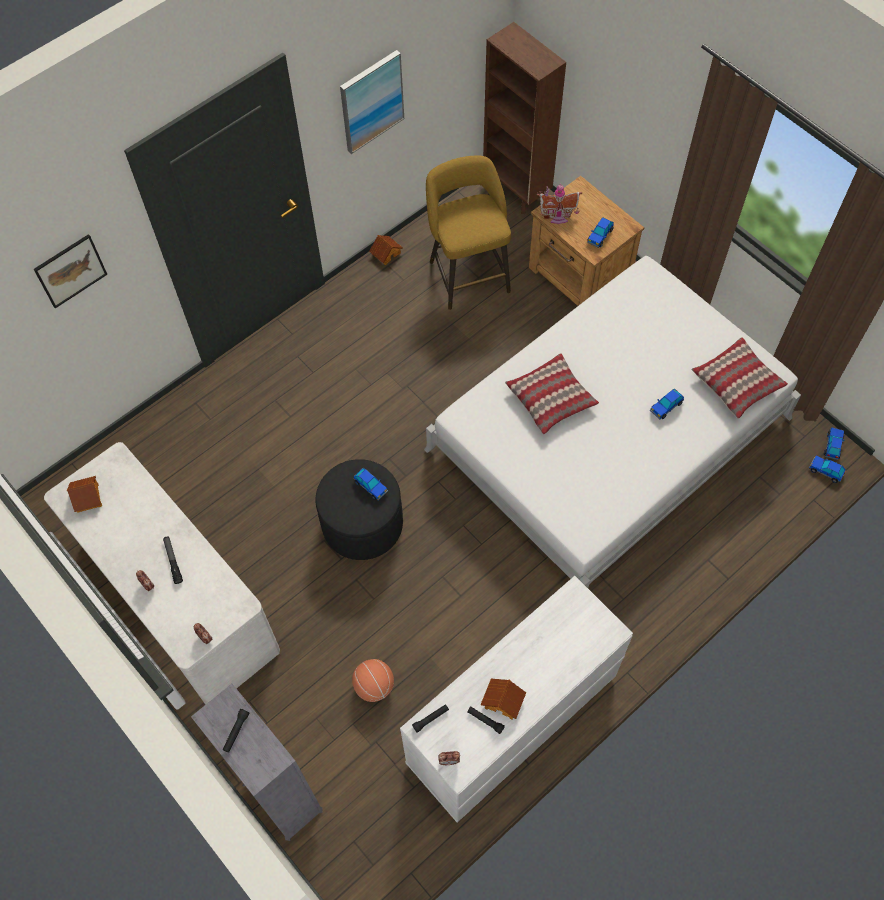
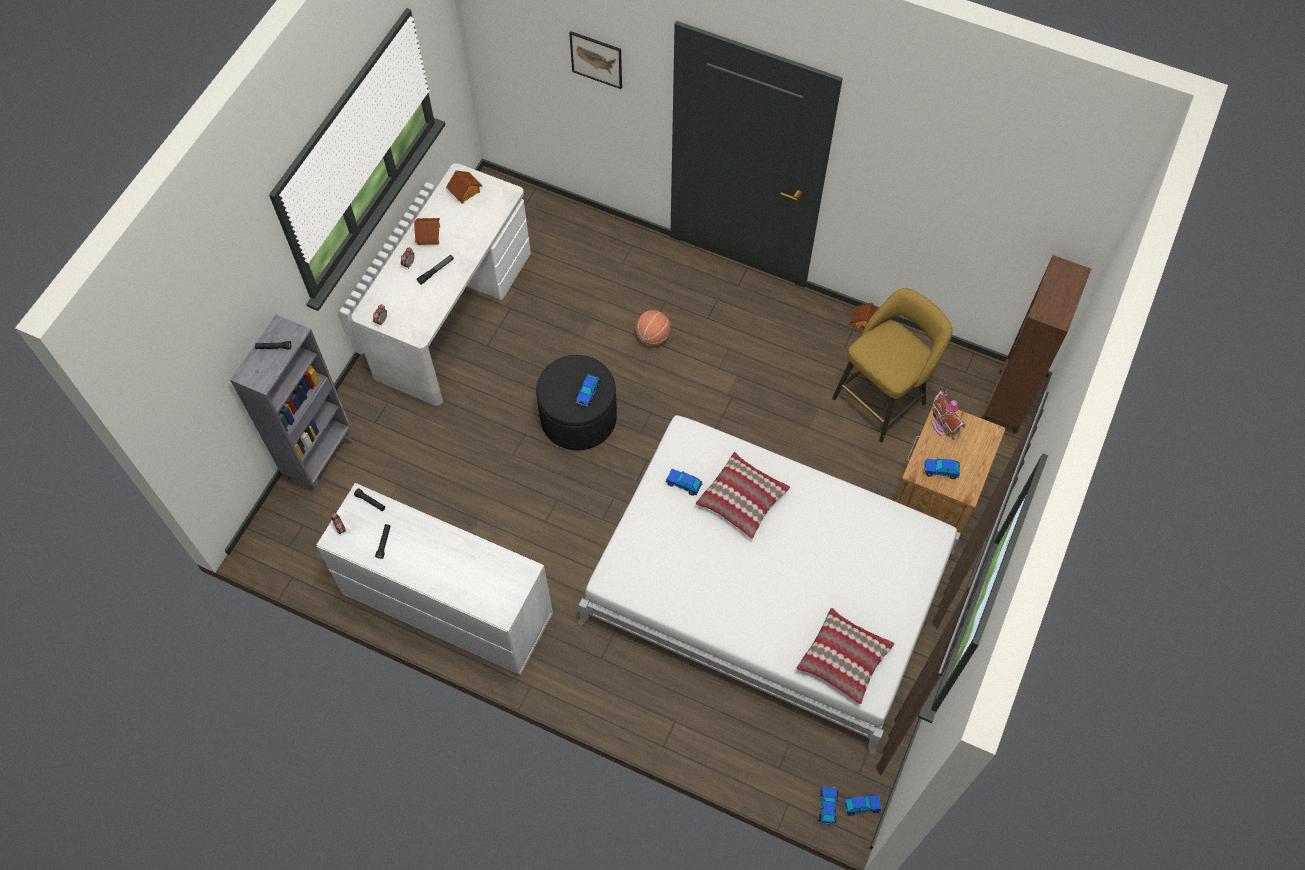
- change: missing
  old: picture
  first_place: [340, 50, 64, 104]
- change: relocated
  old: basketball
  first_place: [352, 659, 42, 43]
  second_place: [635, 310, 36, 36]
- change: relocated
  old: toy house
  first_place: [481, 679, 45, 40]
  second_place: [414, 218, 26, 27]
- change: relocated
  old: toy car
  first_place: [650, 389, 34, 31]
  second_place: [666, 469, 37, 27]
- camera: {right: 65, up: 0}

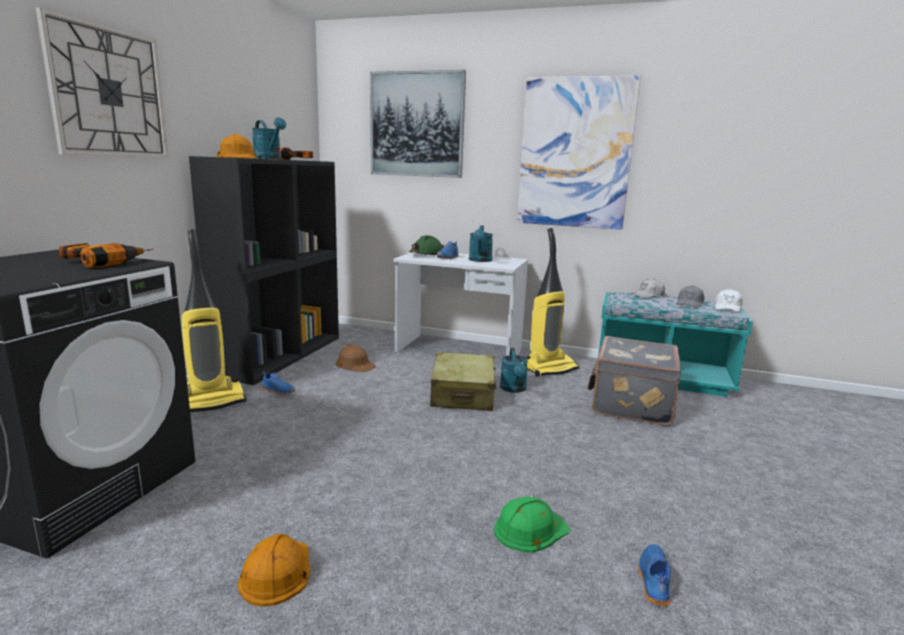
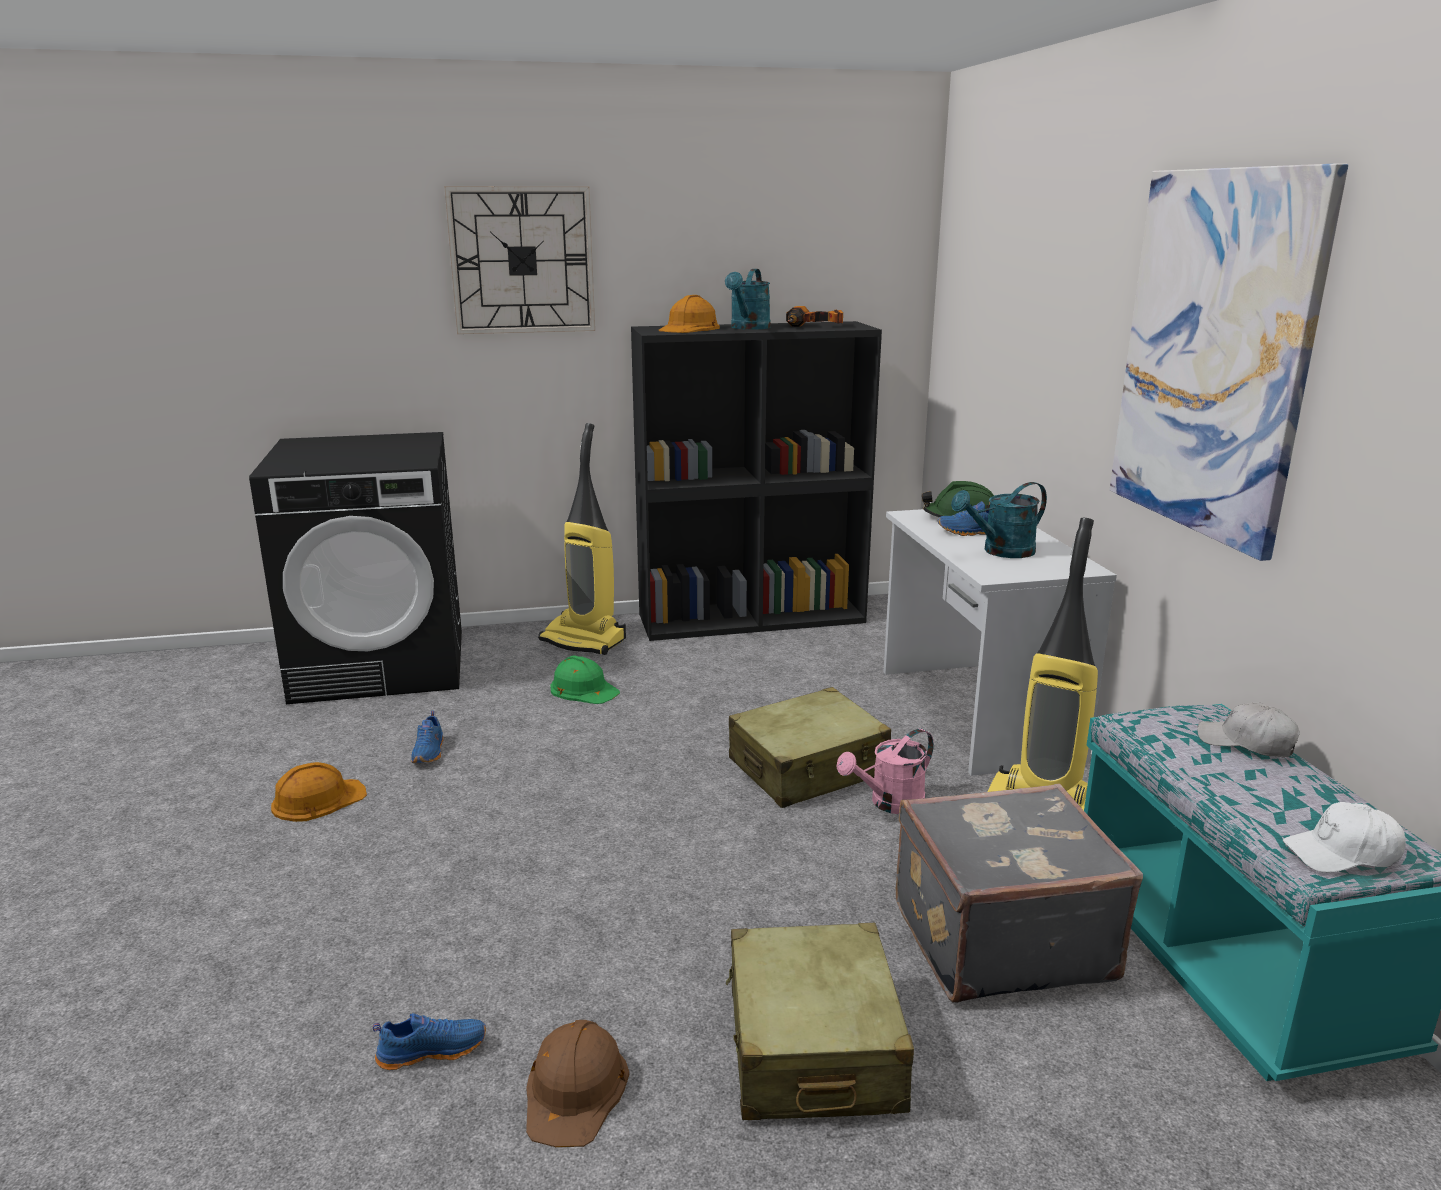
- change: missing
  old: power drill
  first_place: [59, 243, 95, 25]
- change: relocated
  old: blue shoe
  first_place: [261, 371, 34, 25]
  second_place: [411, 711, 33, 52]
- change: relocated
  old: brown hard hat
  first_place: [336, 344, 40, 28]
  second_place: [526, 1020, 103, 127]
- change: missing
  old: picture
  first_place: [370, 70, 96, 108]
- change: relocated
  old: green hard hat
  first_place: [494, 497, 76, 56]
  second_place: [550, 655, 70, 49]
- change: colour
  old: turquoise watering can
  new: pink watering can
  first_place: [500, 348, 28, 45]
  second_place: [836, 729, 98, 85]
- change: missing
  old: grey cap
  first_place: [676, 285, 28, 23]
- change: appeared
  new: beige suitcase
  second_place: [726, 923, 188, 197]
- camera: {right: 60, up: 5}

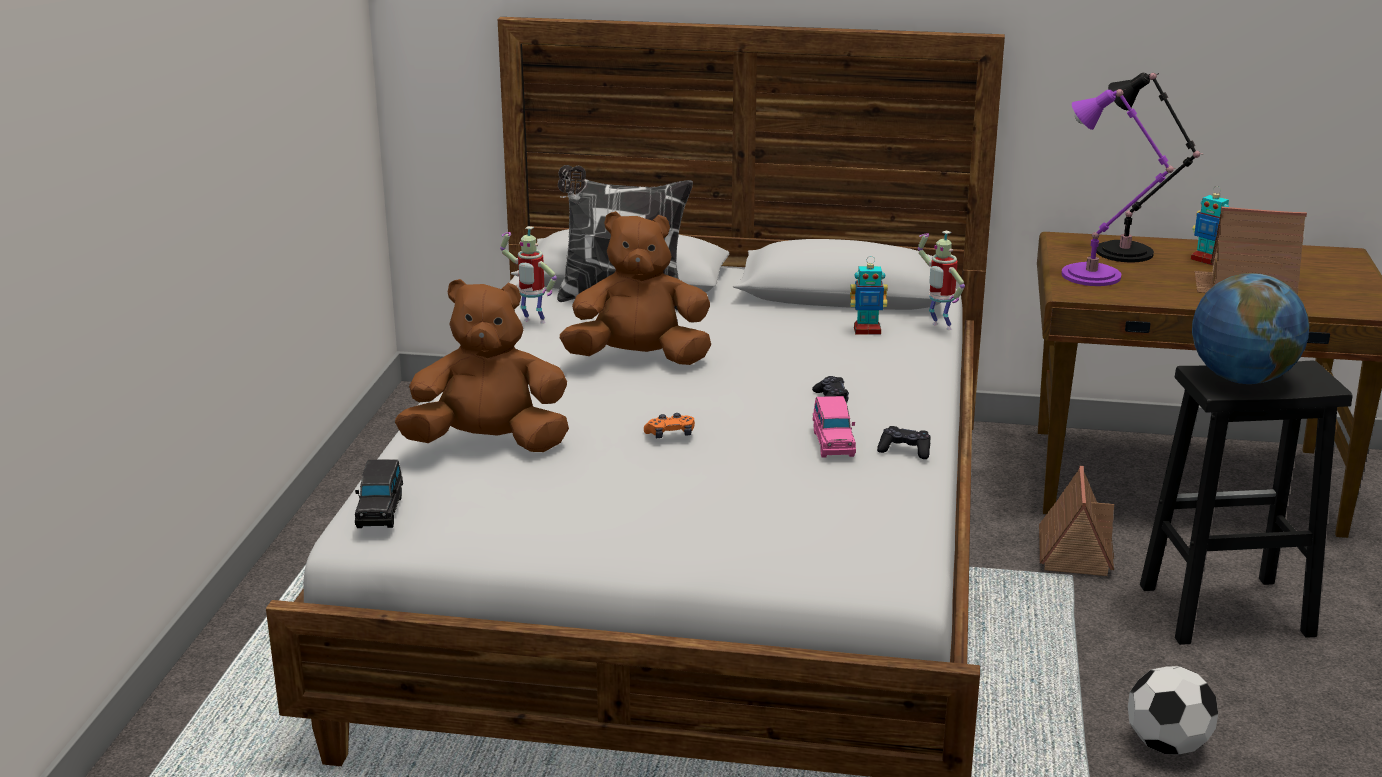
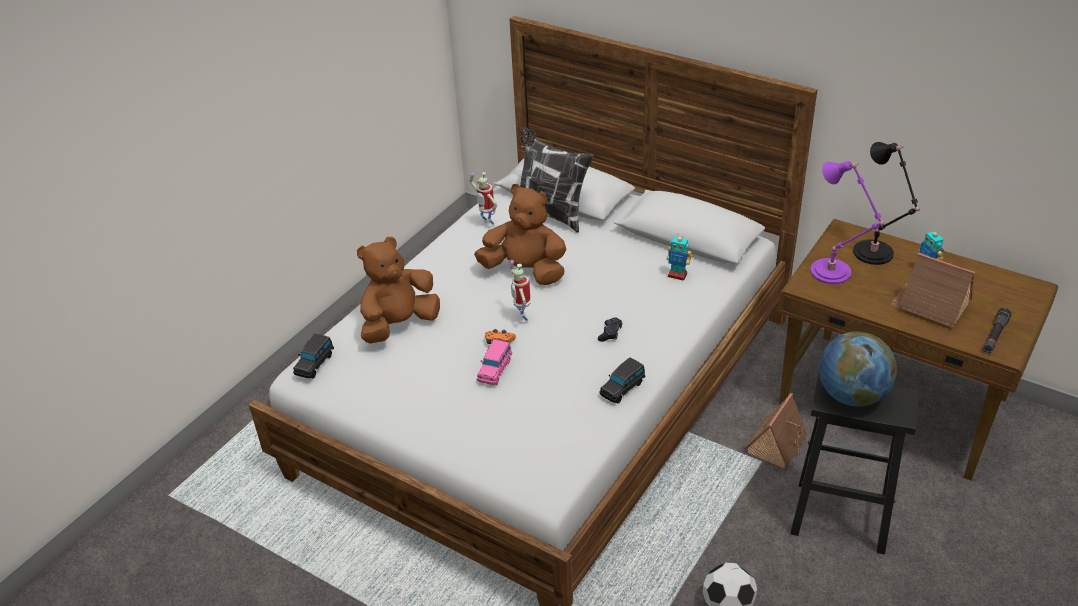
- change: spun
  old: brown plush toy
  first_place: [395, 279, 174, 173]
  second_place: [357, 237, 83, 107]
  degrees: -60
- change: relocated
  old: pink toy car
  first_place: [813, 396, 43, 62]
  second_place: [477, 339, 35, 46]
- change: exchanged
  old: black game controller
  new: black toy car
  first_place: [877, 426, 54, 33]
  second_place: [600, 357, 46, 46]
- change: relocated
  old: toy robot
  first_place: [918, 231, 47, 99]
  second_place: [508, 260, 22, 63]
- change: appeared
  new: black flashlight
  second_place: [983, 307, 29, 46]
- camera: {right: 25, up: 15}

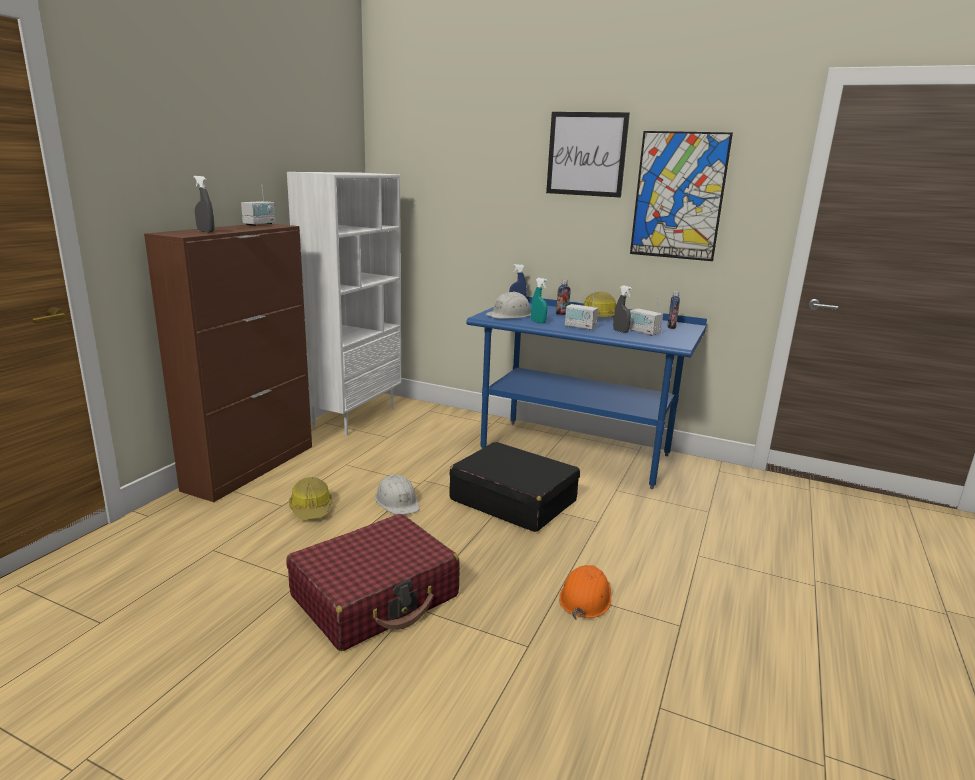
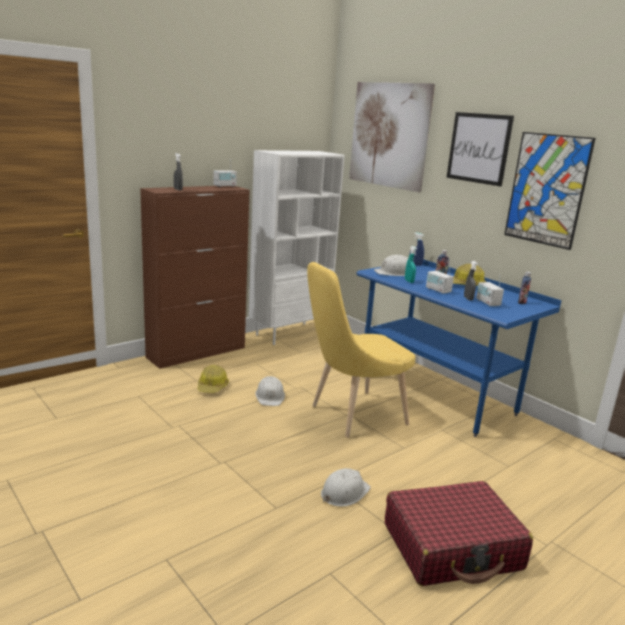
- change: relocated
  old: red suitcase
  first_place: [287, 514, 173, 137]
  second_place: [385, 481, 148, 105]
- change: exchanged
  old: black suitcase
  new: yellow chair
  first_place: [449, 442, 131, 90]
  second_place: [307, 262, 109, 176]
- change: colour
  old: orange hard hat
  new: white hard hat
  first_place: [559, 565, 52, 55]
  second_place: [321, 468, 49, 39]
- change: appeared
  new: picture
  second_place: [349, 82, 86, 110]
- camera: {right: 25, up: 0}

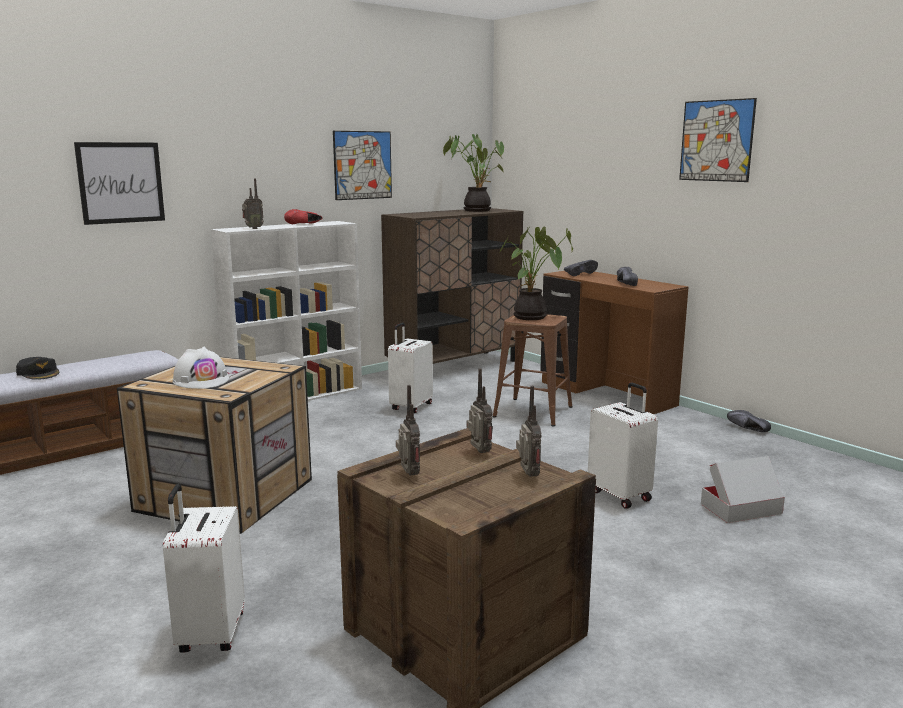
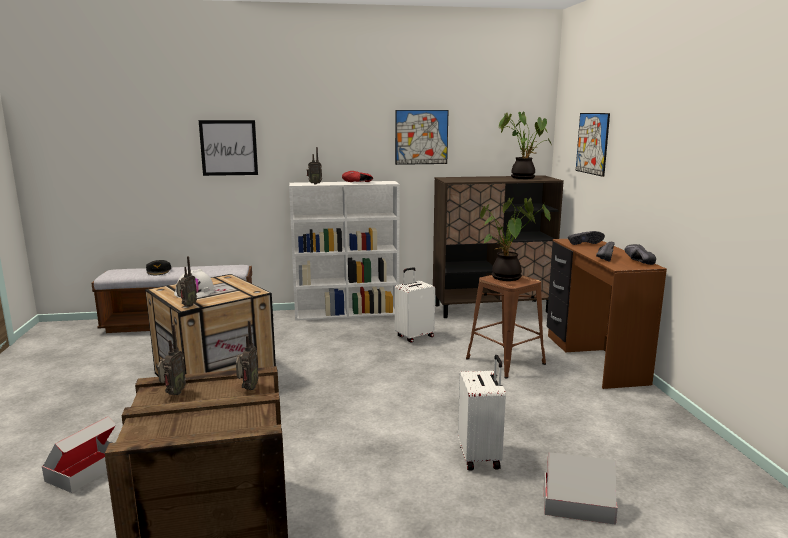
- change: exchanged
  old: white suitcase
  new: cardboard box
  first_place: [163, 484, 82, 169]
  second_place: [42, 416, 73, 77]
- change: relocated
  old: radio
  first_place: [516, 386, 25, 91]
  second_place: [176, 256, 21, 51]
- change: relocated
  old: picture
  first_place: [679, 98, 78, 84]
  second_place: [576, 113, 34, 64]
- change: relocated
  old: black shoe
  first_place: [727, 410, 44, 22]
  second_place: [625, 244, 31, 21]
- camera: {right: 30, up: 0}

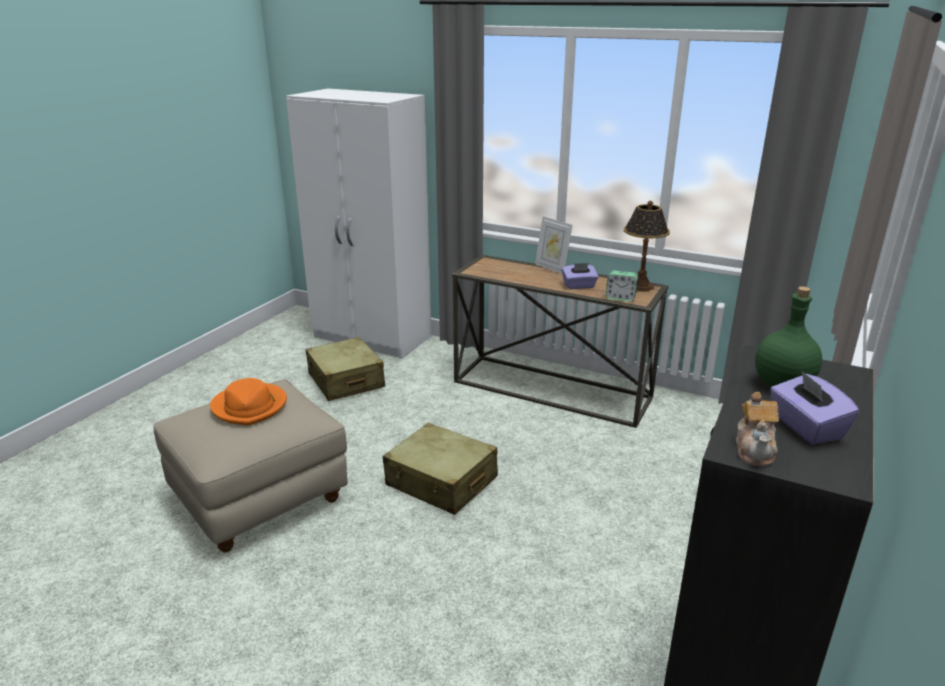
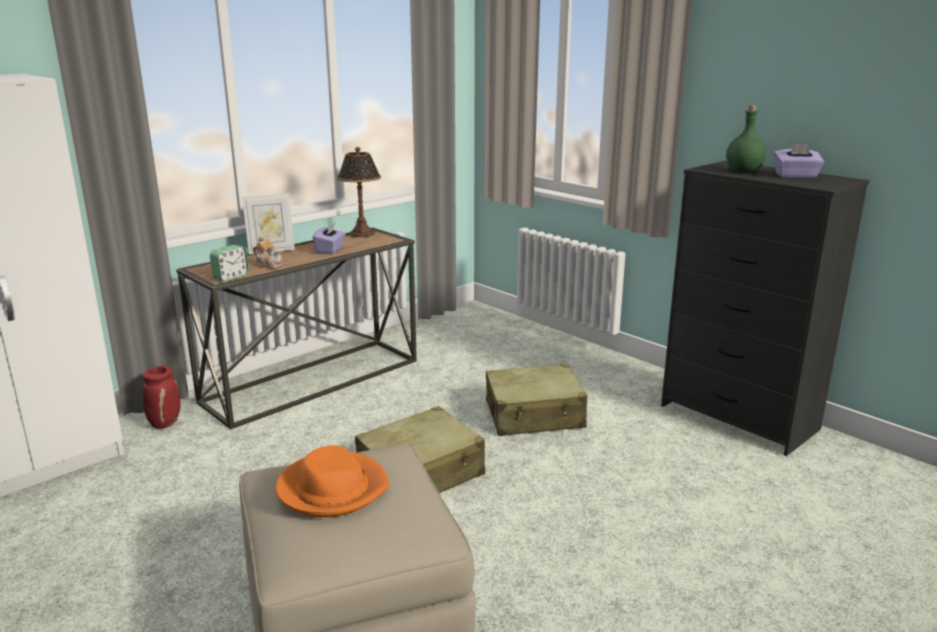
- change: relocated
  old: beige suitcase
  first_place: [306, 337, 79, 64]
  second_place: [486, 364, 101, 72]
- change: relocated
  old: alarm clock
  first_place: [606, 271, 32, 31]
  second_place: [210, 245, 39, 37]
- change: relocated
  old: teapot
  first_place: [736, 392, 43, 74]
  second_place: [253, 236, 29, 32]
- change: appeared
  new: red vase
  second_place: [142, 366, 39, 63]
- camera: {right: -70, up: -5}

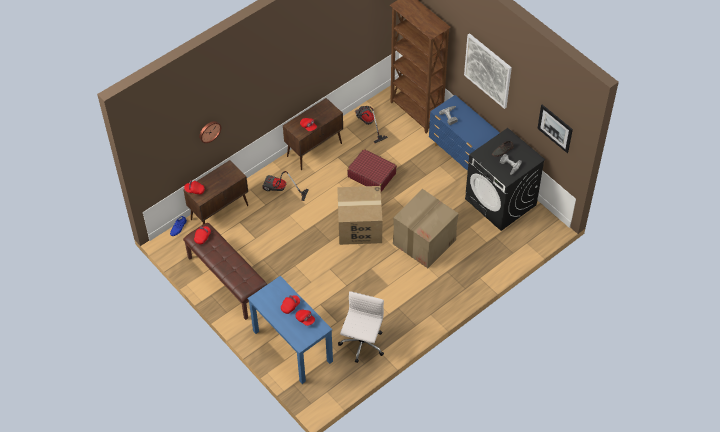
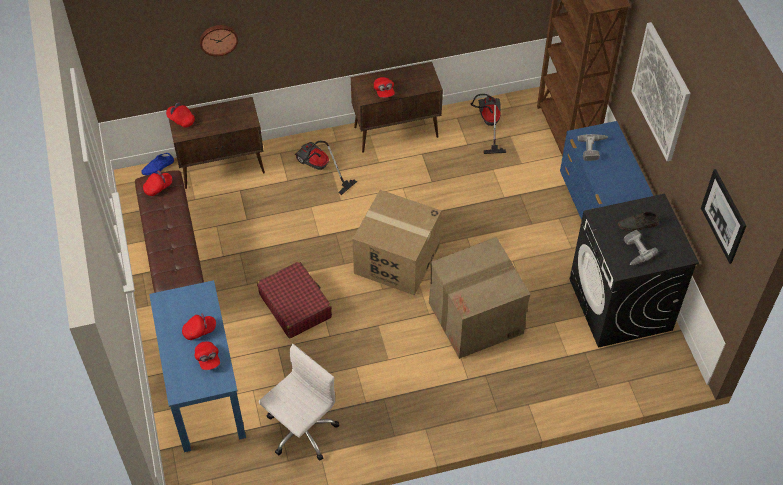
- change: relocated
  old: red suitcase
  first_place: [347, 149, 50, 43]
  second_place: [257, 261, 75, 78]
- camera: {right: 25, up: 0}

